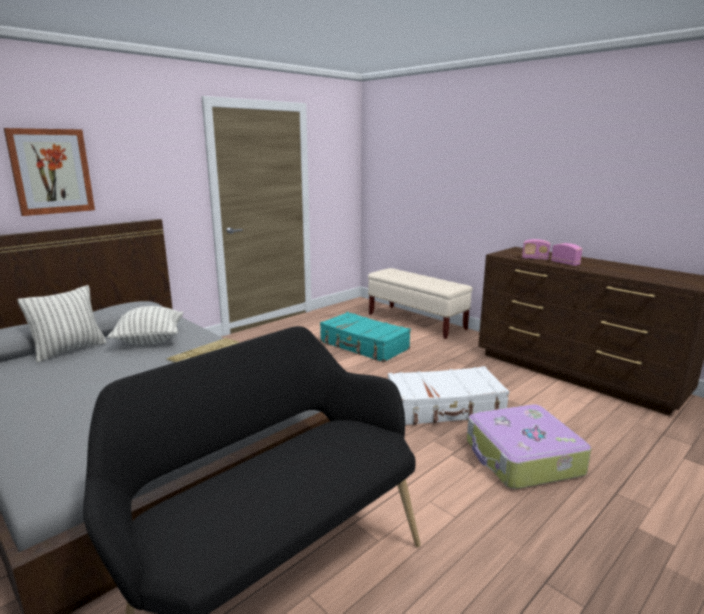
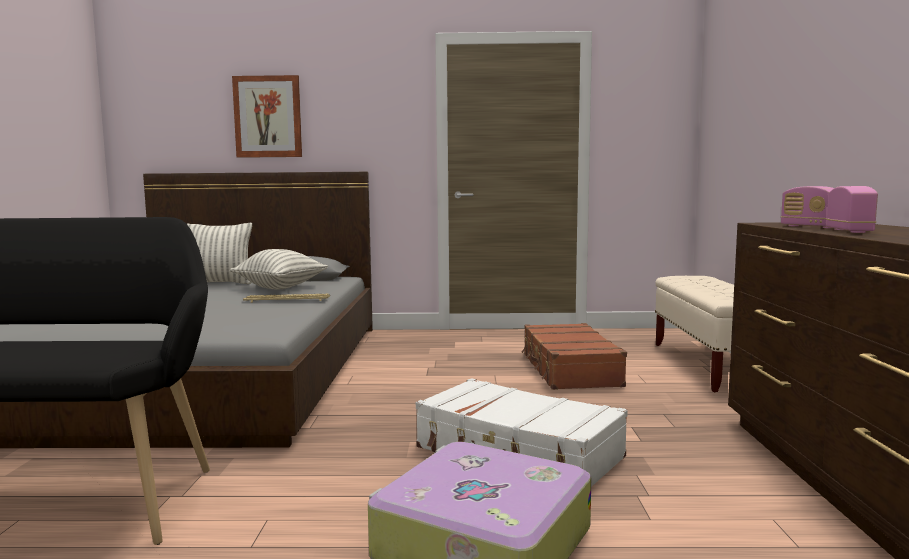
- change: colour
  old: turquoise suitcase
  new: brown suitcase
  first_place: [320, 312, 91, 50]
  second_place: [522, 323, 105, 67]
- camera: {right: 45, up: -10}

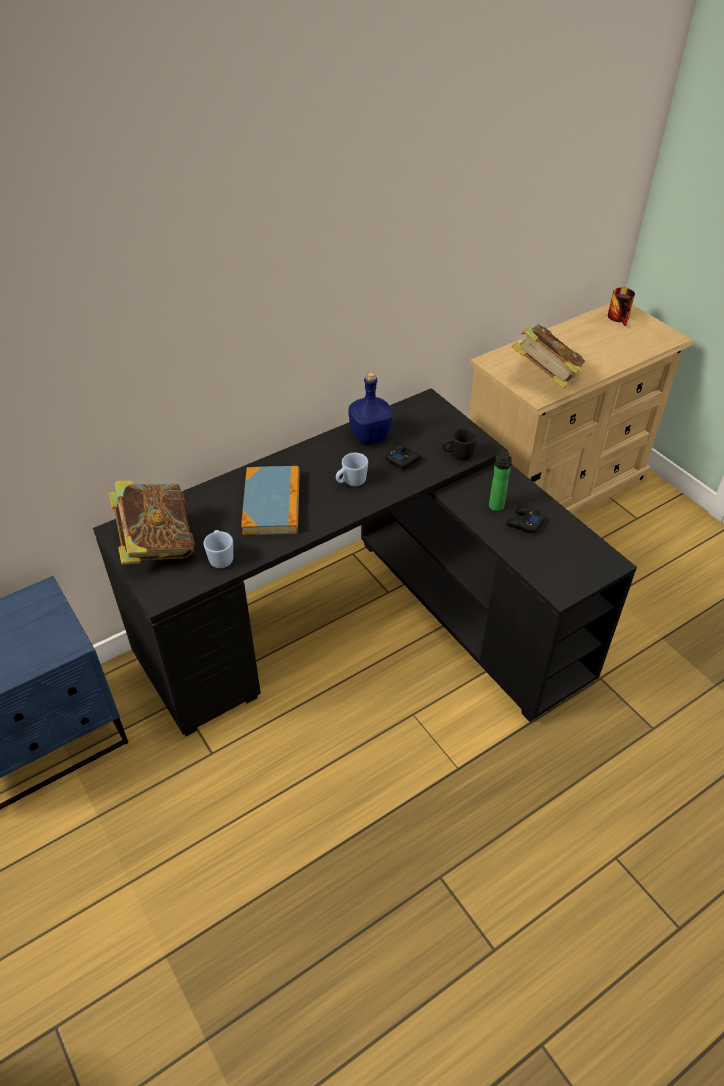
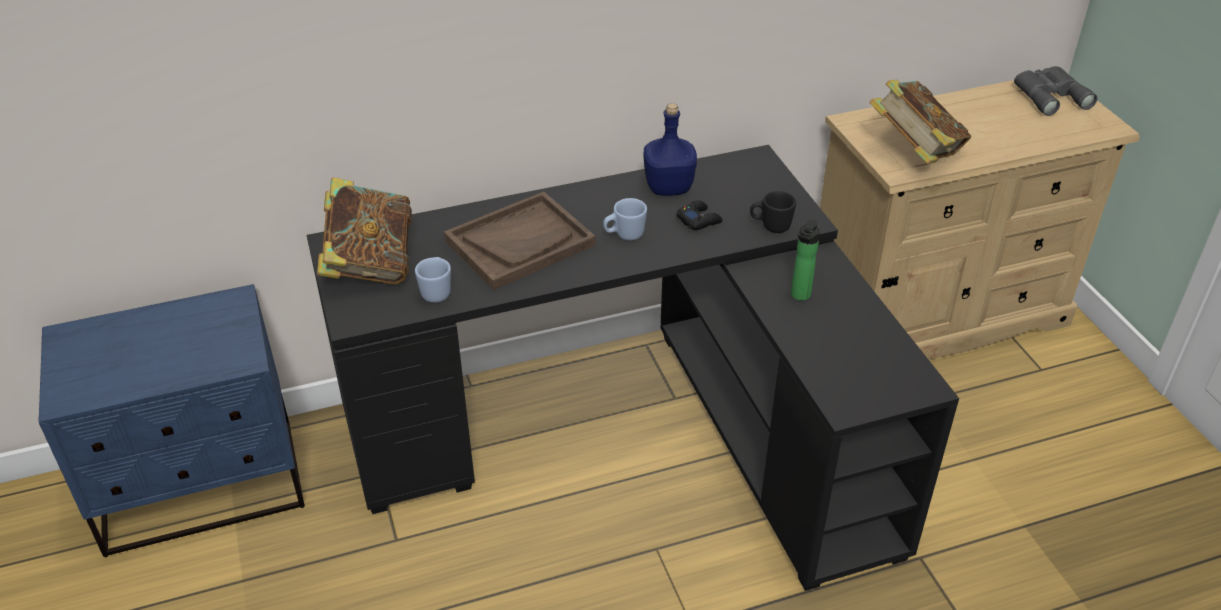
- change: exchanged
  old: book
  new: brown tray
  first_place: [241, 466, 59, 69]
  second_place: [444, 192, 152, 98]
- change: missing
  old: black game controller
  first_place: [506, 506, 39, 27]
- change: exchanged
  old: mug
  new: grey binoculars
  first_place: [608, 287, 27, 39]
  second_place: [1014, 66, 84, 50]
- camera: {right: 15, up: -5}

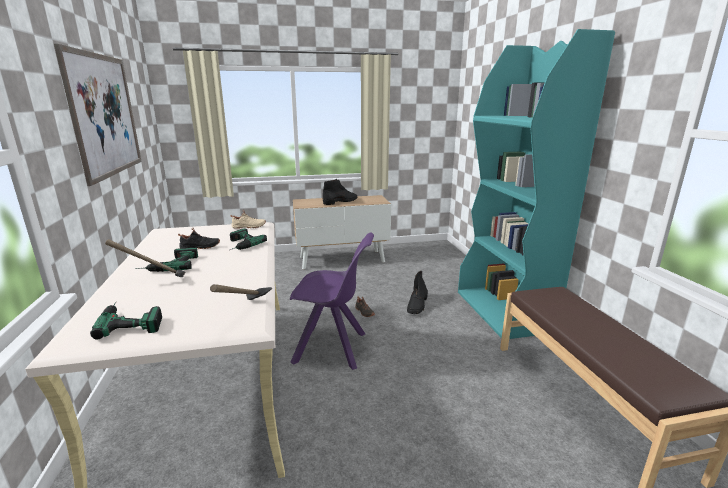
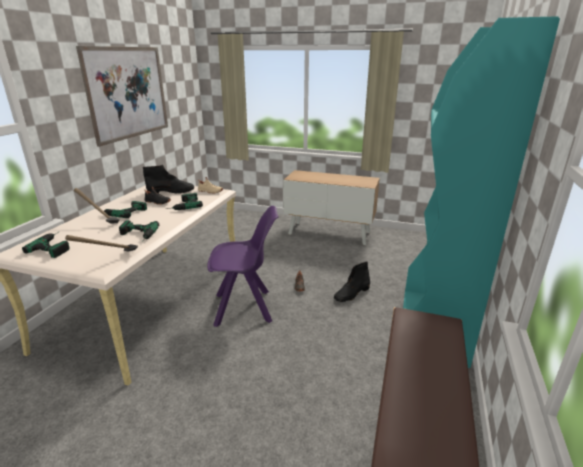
- change: spun
  old: purple chair
  first_place: [290, 233, 84, 137]
  second_place: [207, 206, 71, 121]
  degrees: -45
- change: relocated
  old: black boot
  first_place: [323, 179, 35, 26]
  second_place: [143, 165, 51, 29]
- change: appeared
  new: power drill
  second_place: [119, 220, 40, 20]
- camera: {right: 30, up: 5}

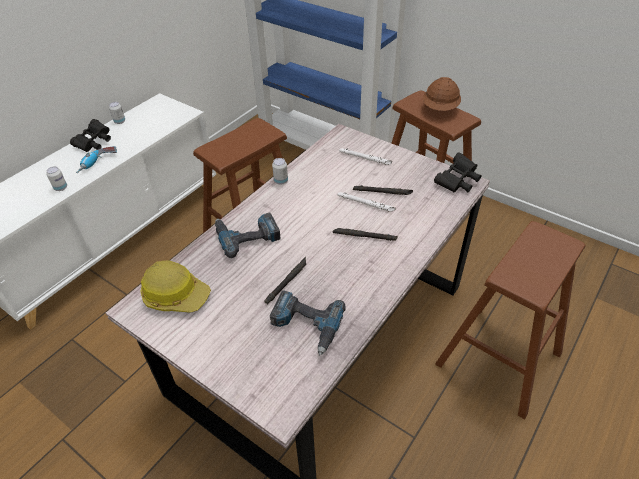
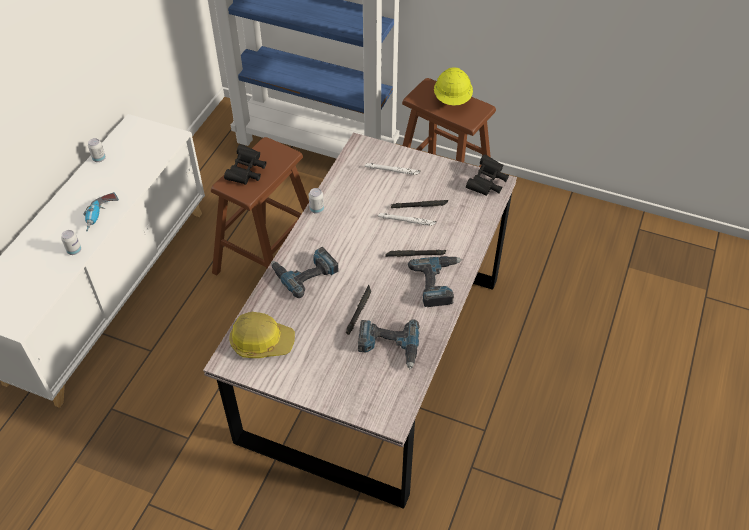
- change: relocated
  old: black binoculars
  first_place: [70, 119, 41, 33]
  second_place: [224, 144, 42, 41]
- change: colour
  old: brown hard hat
  new: yellow hard hat
  first_place: [423, 77, 38, 34]
  second_place: [434, 67, 39, 39]
- change: missing
  old: brown stool
  first_place: [435, 221, 151, 199]
- change: appeared
  new: power drill
  second_place: [408, 256, 54, 51]
- camera: {right: -15, up: 5}

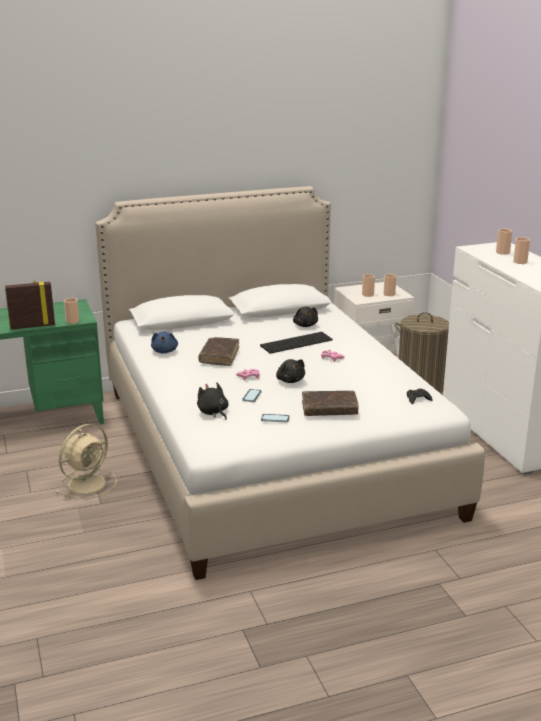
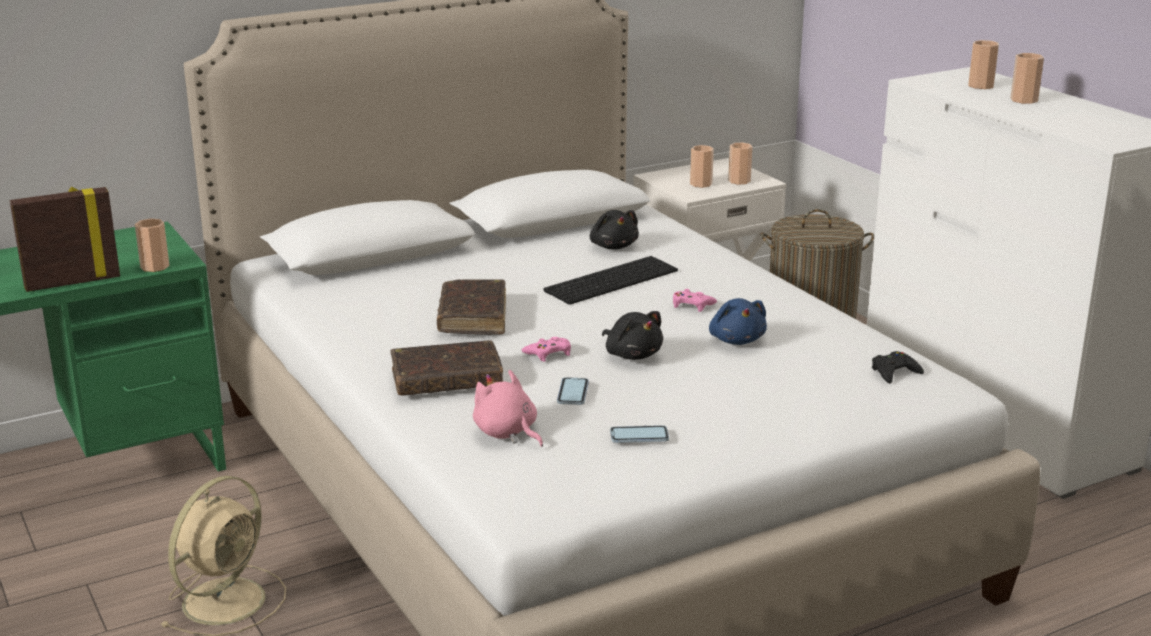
- change: relocated
  old: blue plush toy
  first_place: [151, 332, 27, 21]
  second_place: [709, 298, 58, 47]
- change: colour
  old: black plush toy
  new: pink plush toy
  first_place: [197, 383, 32, 37]
  second_place: [473, 370, 70, 77]
- change: relocated
  old: brown book
  first_place: [302, 391, 57, 25]
  second_place: [390, 340, 113, 55]
- camera: {right: -10, up: 0}

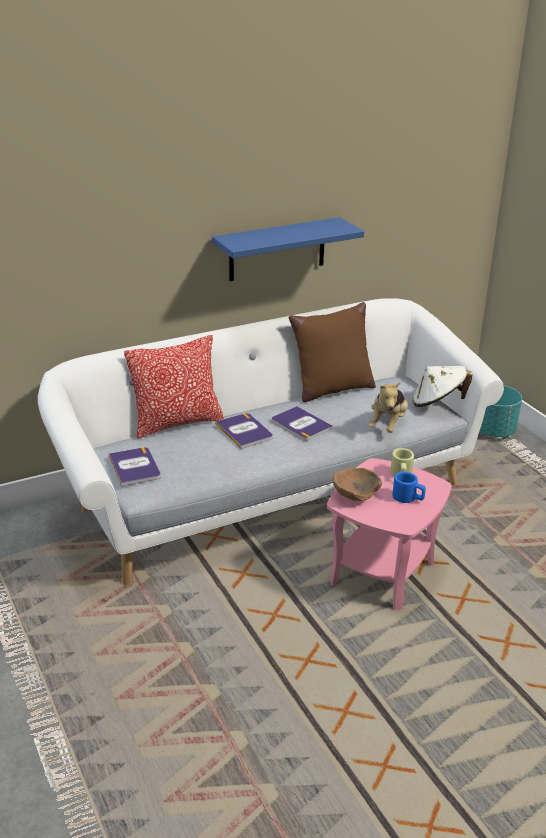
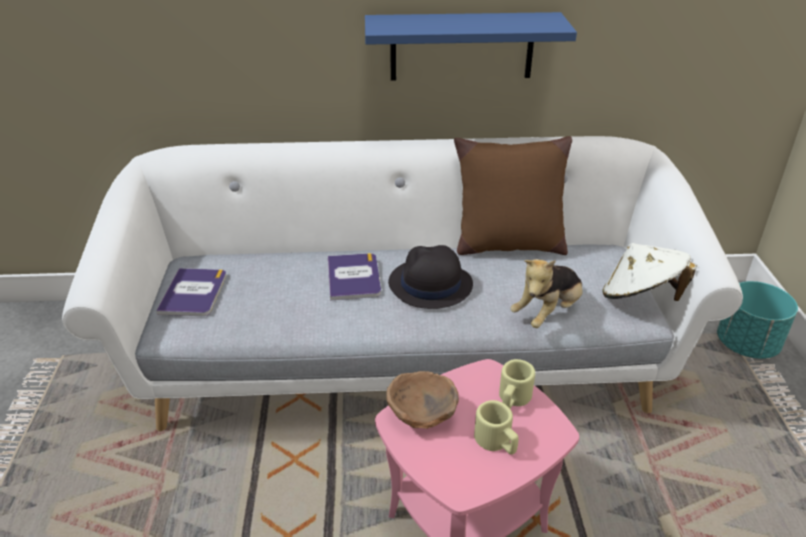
- change: missing
  old: pillow
  first_place: [124, 335, 100, 104]
- change: exchanged
  old: book
  new: black hat
  first_place: [272, 406, 61, 35]
  second_place: [388, 245, 85, 64]
- change: colour
  old: blue mug
  new: beige mug
  first_place: [392, 472, 34, 31]
  second_place: [474, 400, 45, 55]
- camera: {right: 25, up: 5}

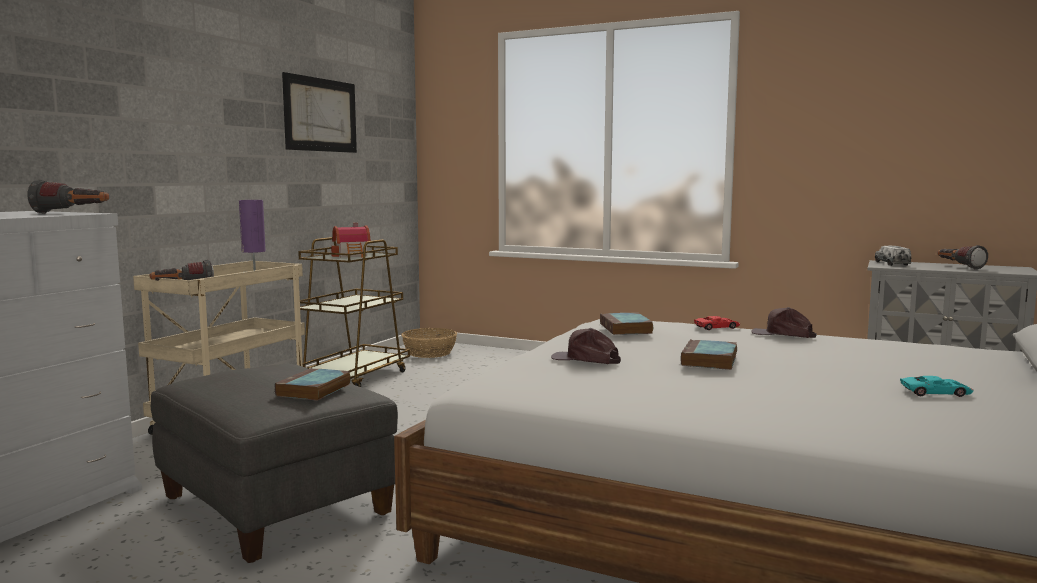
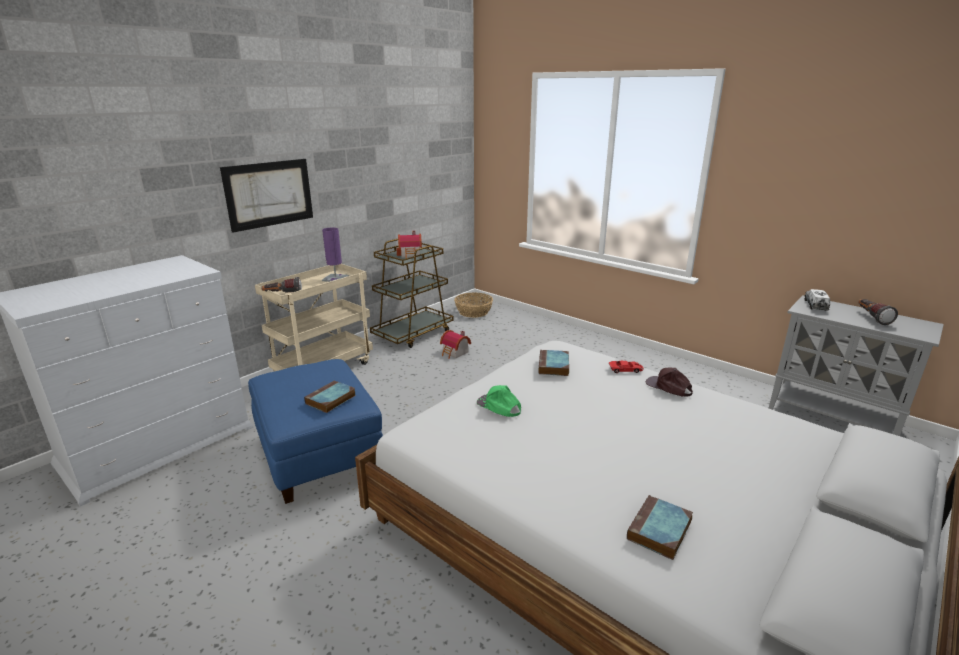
- change: missing
  old: flashlight
  first_place: [28, 179, 81, 35]
- change: colour
  old: grey ottoman
  new: blue ottoman
  first_place: [151, 364, 247, 199]
  second_place: [248, 359, 135, 145]
- change: relocated
  old: picture
  first_place: [282, 72, 75, 81]
  second_place: [220, 159, 93, 74]
- change: colour
  old: brown cap
  new: green cap
  first_place: [551, 328, 70, 36]
  second_place: [477, 385, 44, 32]
- change: relocated
  old: book
  first_place: [681, 339, 56, 31]
  second_place: [627, 495, 66, 65]
- change: missing
  old: turquoise toy car
  first_place: [900, 376, 74, 21]
- change: appeared
  new: toy house
  second_place: [440, 330, 31, 29]
- camera: {right: 15, up: 15}

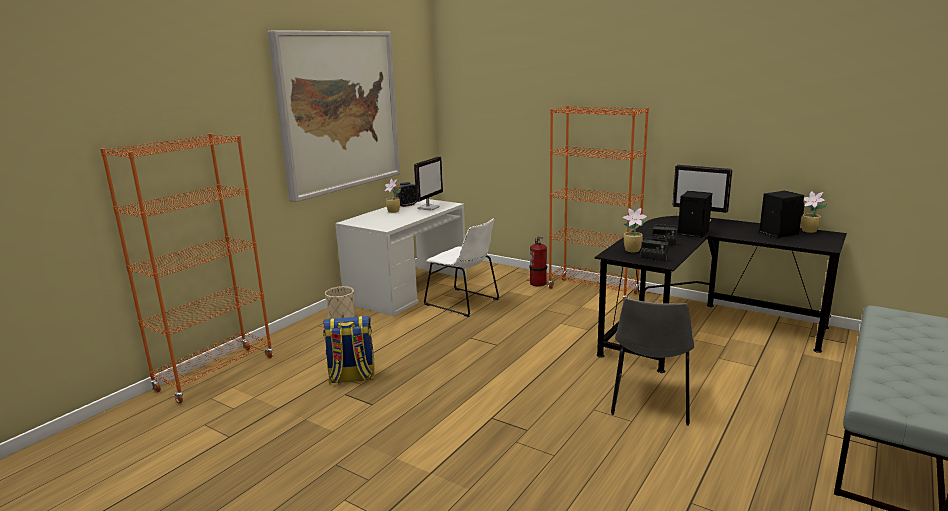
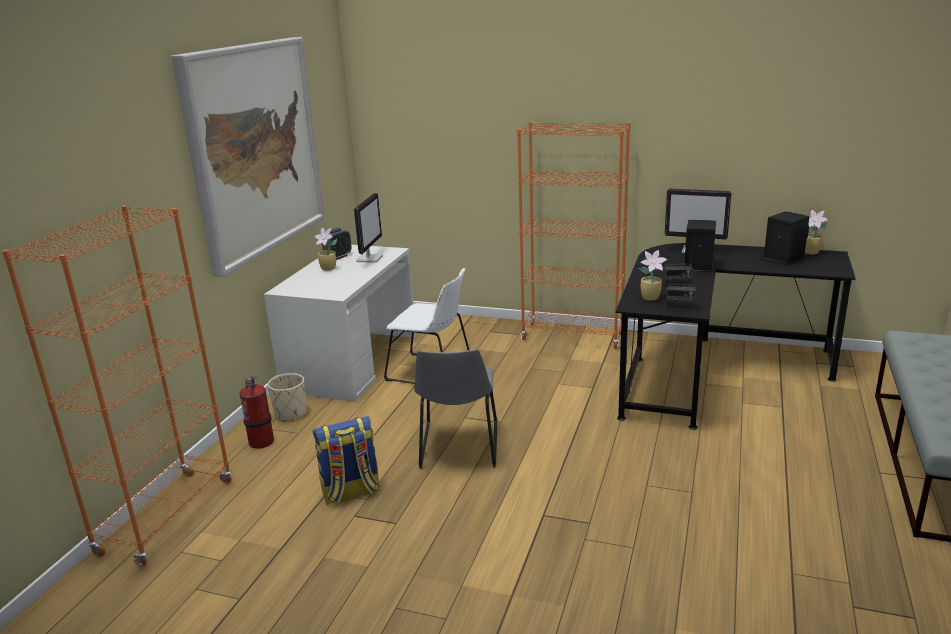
- change: relocated
  old: fire extinguisher
  first_place: [529, 237, 18, 49]
  second_place: [240, 376, 34, 73]
- change: relocated
  old: grey chair
  first_place: [611, 298, 83, 128]
  second_place: [414, 349, 83, 120]
- camera: {right: -15, up: 5}

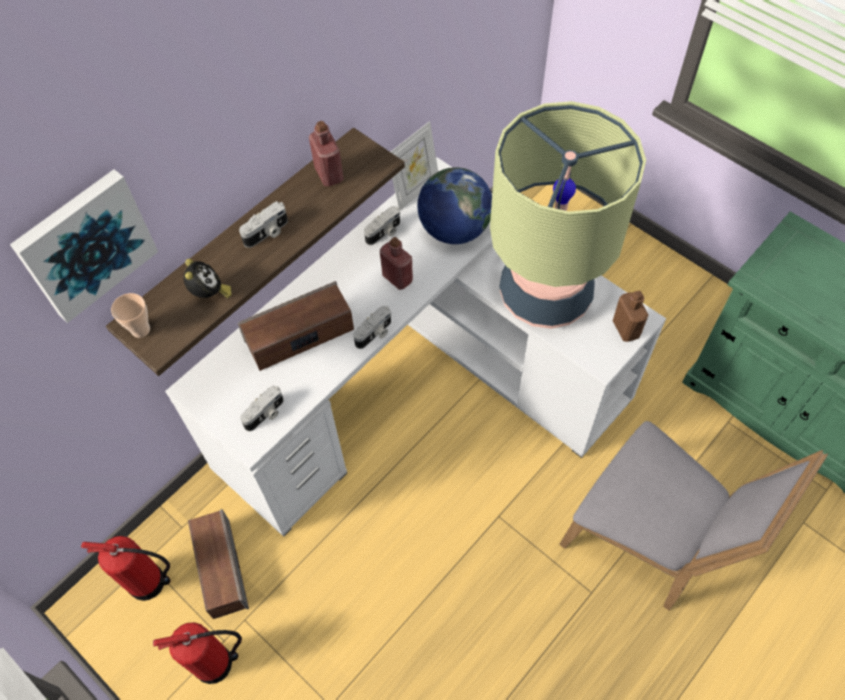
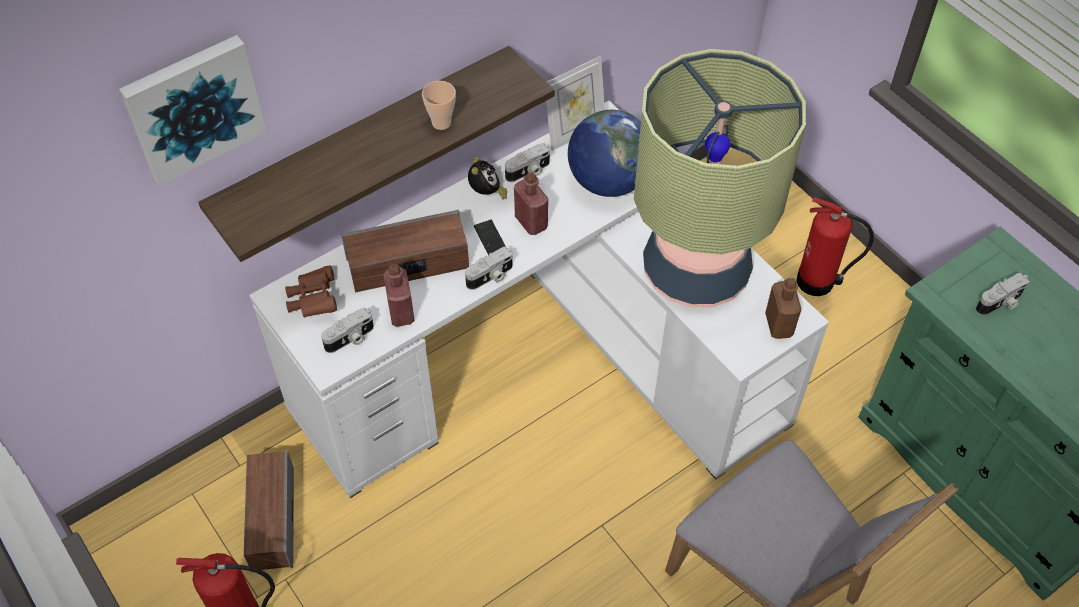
- change: relocated
  old: fire extinguisher
  first_place: [81, 536, 90, 65]
  second_place: [797, 197, 77, 99]
- change: relocated
  old: cup
  first_place: [111, 293, 39, 45]
  second_place: [422, 81, 34, 49]
- change: relocated
  old: alarm clock
  first_place: [184, 259, 48, 39]
  second_place: [468, 157, 39, 42]
- change: relocated
  old: photo camera
  first_place: [239, 201, 49, 47]
  second_place: [976, 273, 54, 43]
- change: relocated
  old: red bottle
  first_place: [309, 121, 35, 65]
  second_place: [383, 264, 32, 63]
- change: appeared
  new: brown binoculars
  second_place: [285, 265, 52, 53]
- change: appeared
  new: phone
  second_place: [474, 220, 31, 35]
- camera: {right: 10, up: -5}

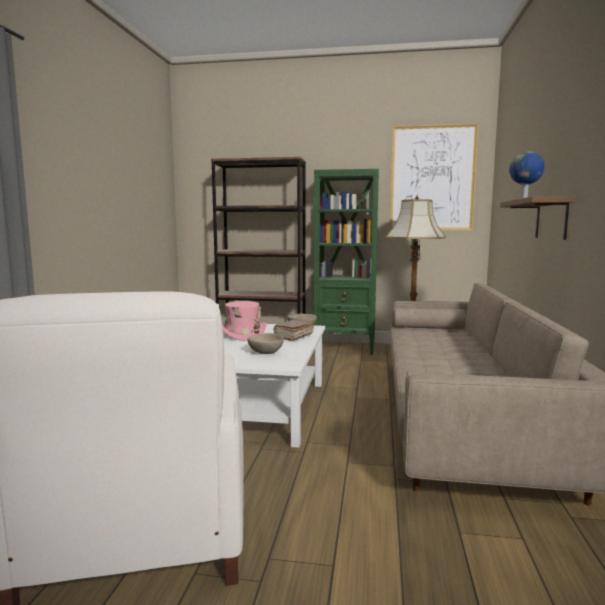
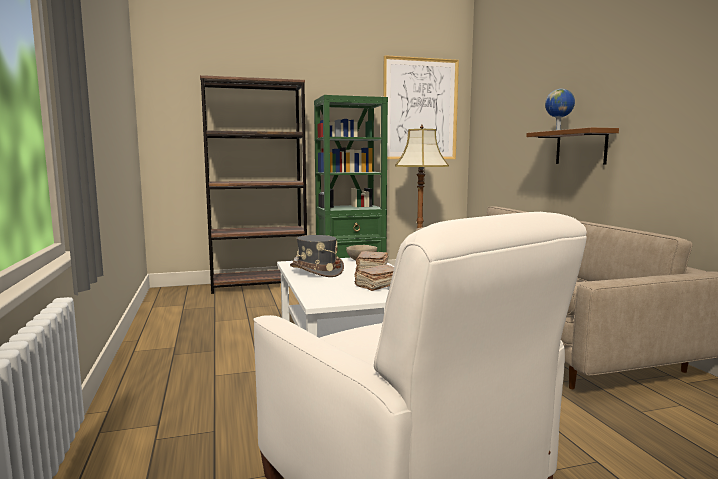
- change: colour
  old: pink hat
  new: grey hat
  first_place: [222, 301, 44, 40]
  second_place: [290, 235, 54, 42]
- change: exchanged
  old: beige bowl
  new: brown book
  first_place: [248, 333, 36, 21]
  second_place: [354, 265, 40, 26]
- camera: {right: -25, up: 0}

